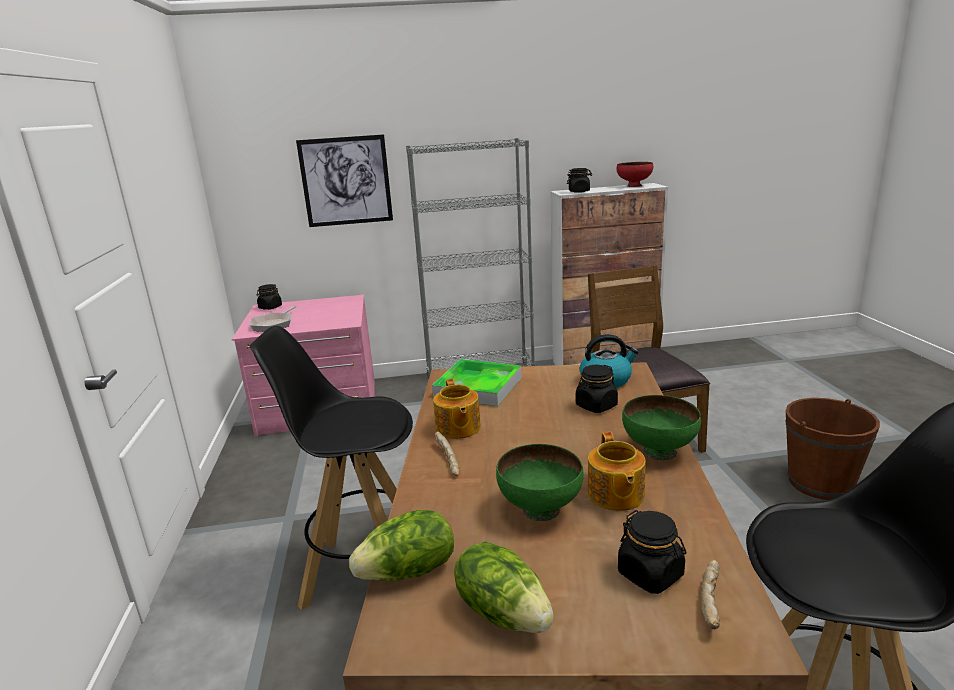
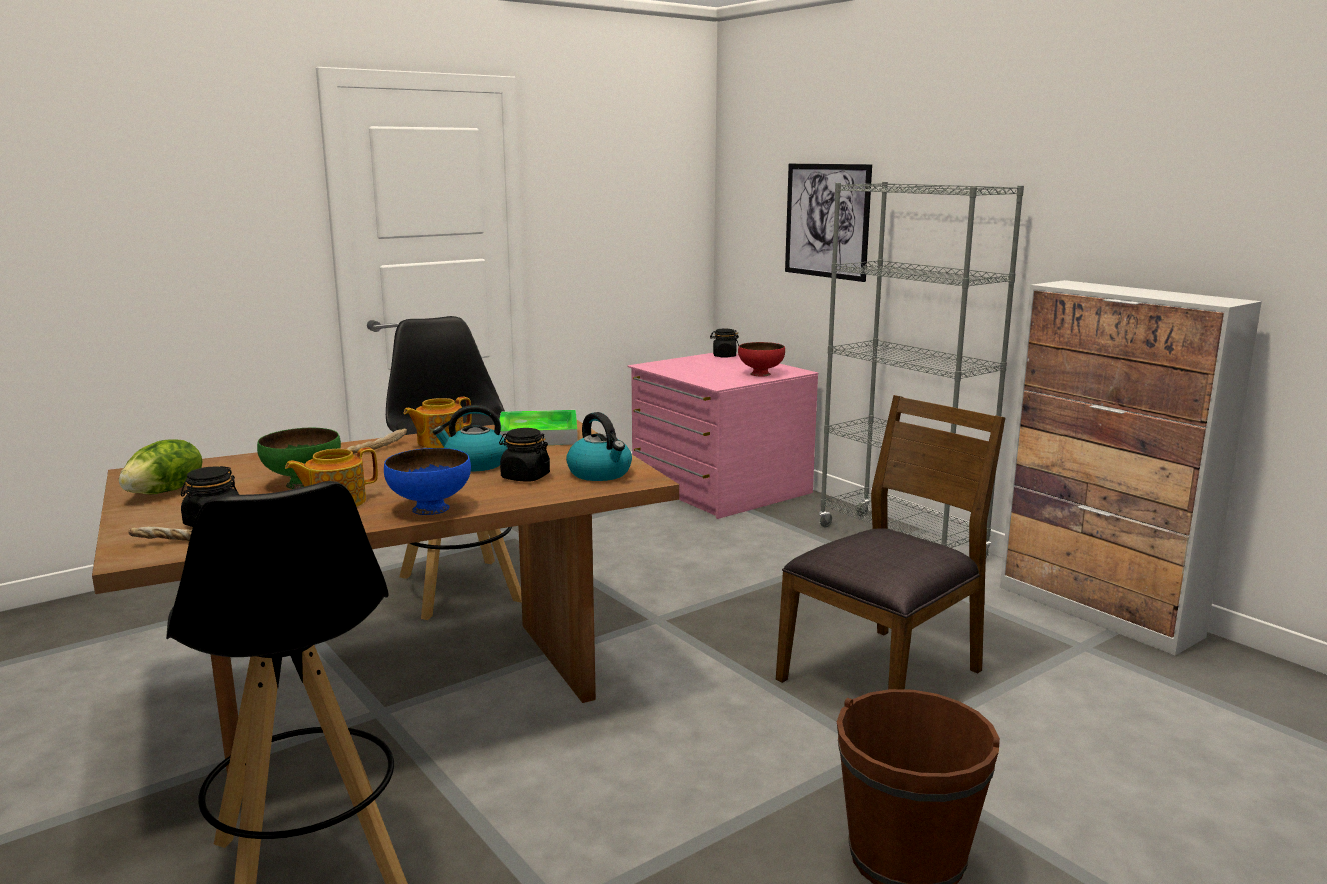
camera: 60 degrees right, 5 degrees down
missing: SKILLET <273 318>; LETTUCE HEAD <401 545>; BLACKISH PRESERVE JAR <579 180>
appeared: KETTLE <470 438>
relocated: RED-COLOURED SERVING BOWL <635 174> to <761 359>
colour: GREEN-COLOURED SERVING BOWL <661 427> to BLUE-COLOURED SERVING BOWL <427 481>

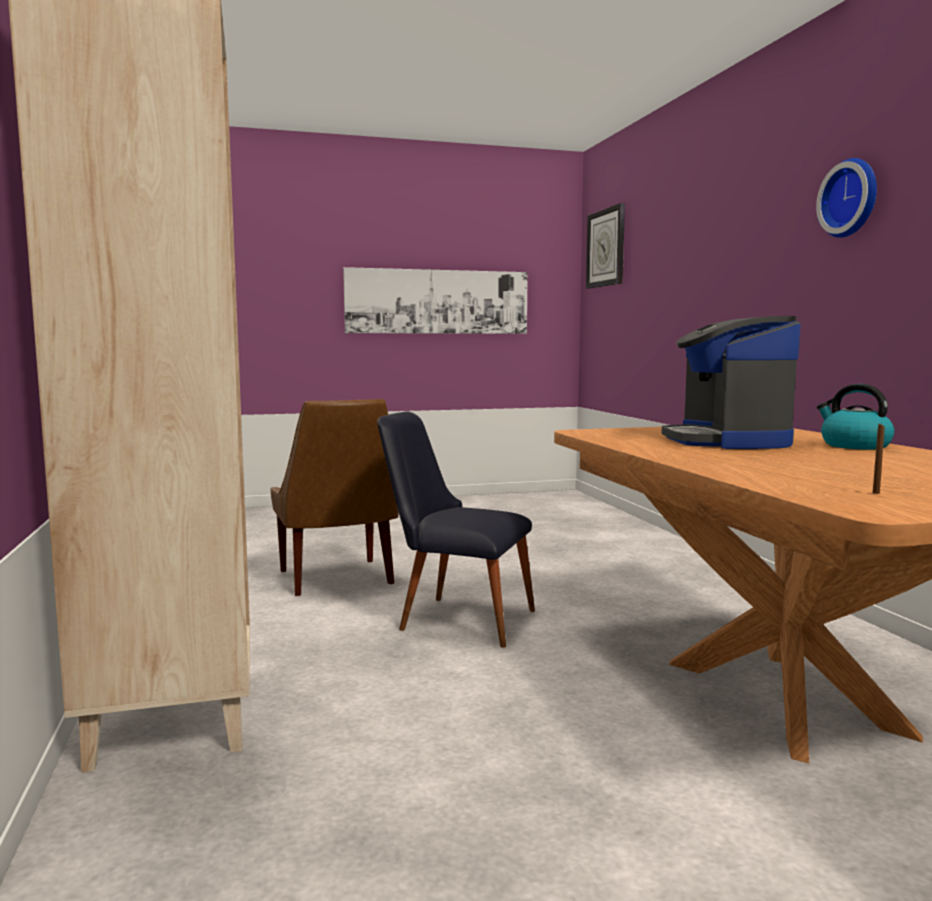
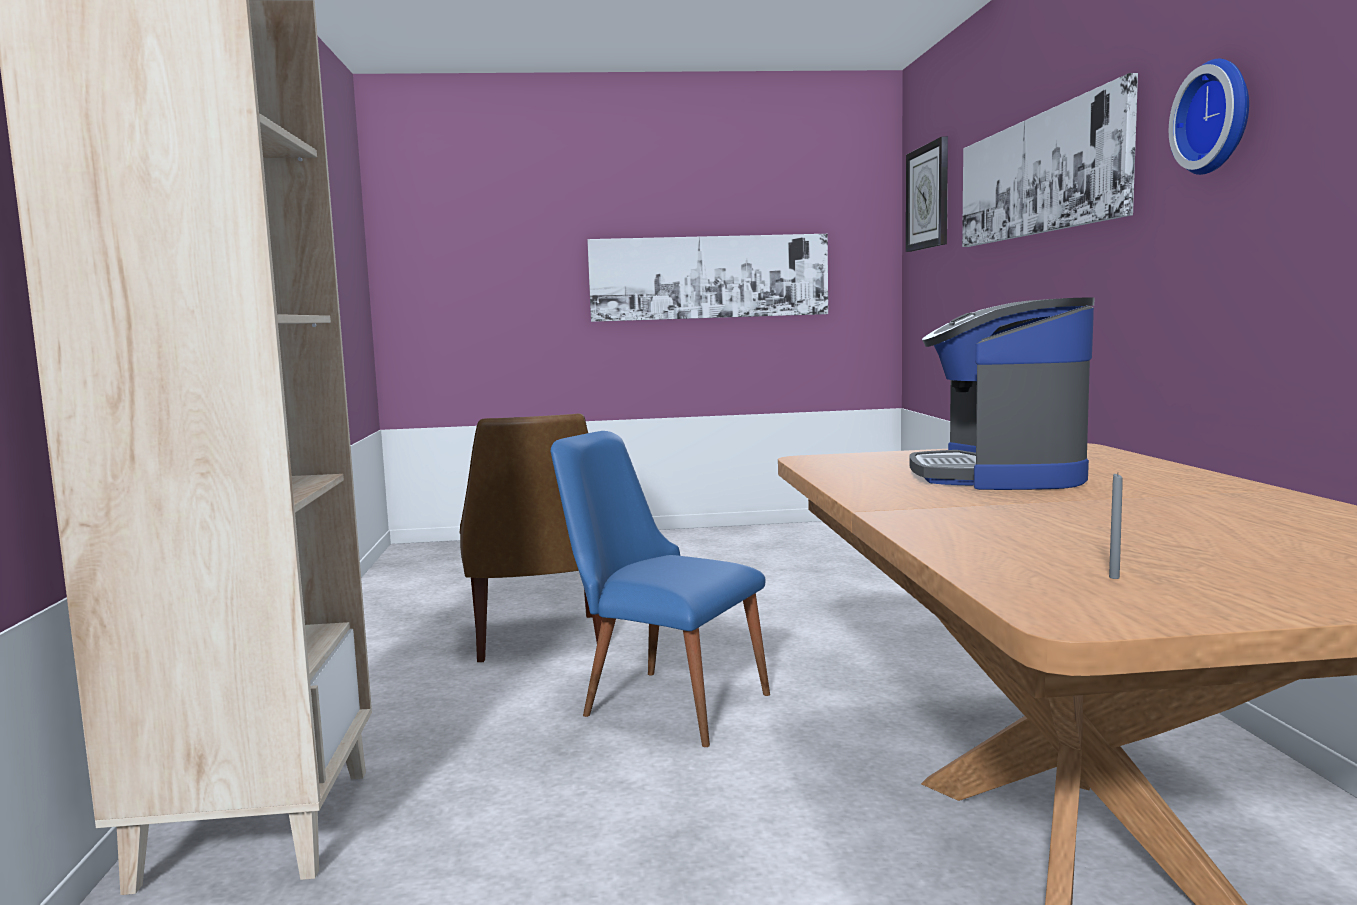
camera: 10 degrees right, 0 degrees up
missing: KETTLE <856 417>
appeared: WALL ART <1050 160>
colour: BLACKISH UPRIGHT CHAIR <456 530> to BLUE-COLOURED UPRIGHT CHAIR <660 589>; BROWNISH CANDLE <878 458> to GRAY CANDLE <1115 526>

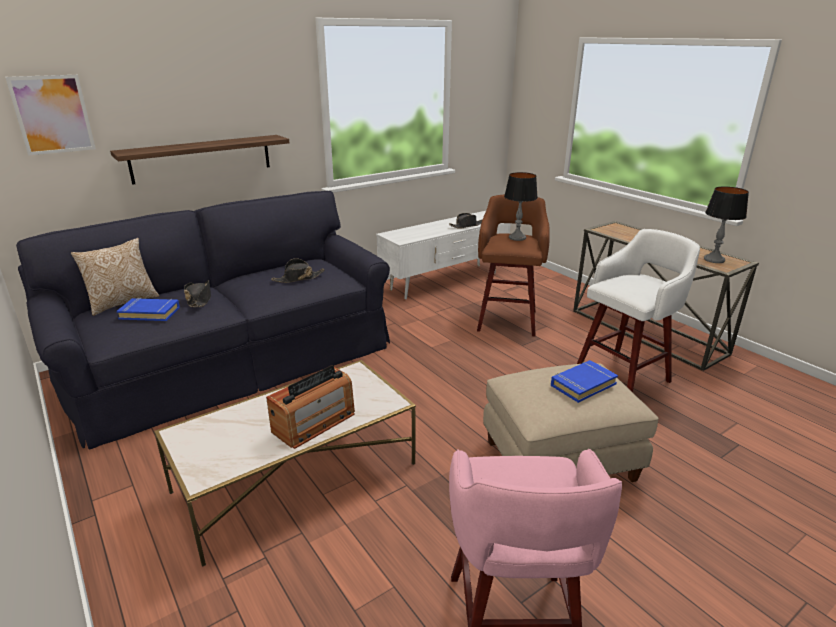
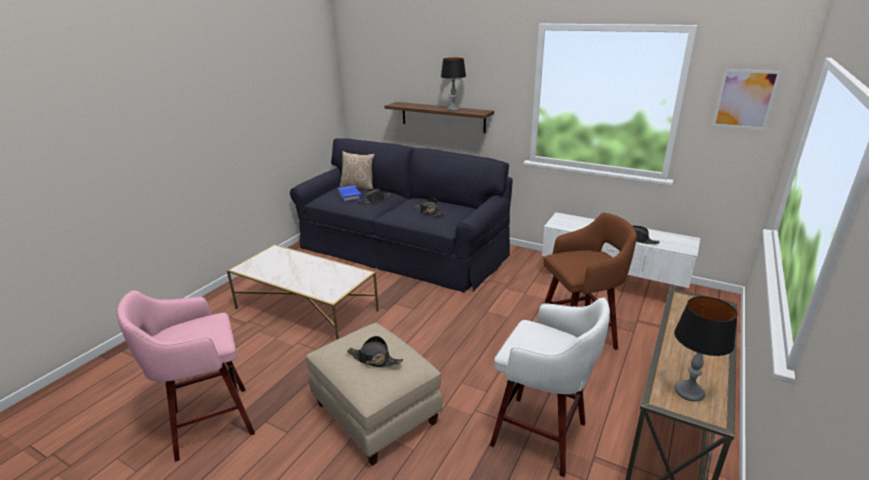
camera: 65 degrees right, 0 degrees up
missing: RADIO SET <310 407>
relocated: WALL ART <50 115> to <746 99>; TABLE LAMP <521 206> to <453 84>
exchanged: BLUE-COLOURED BOOK <584 381> to BLACKISH CLOTHING HAT <375 352>

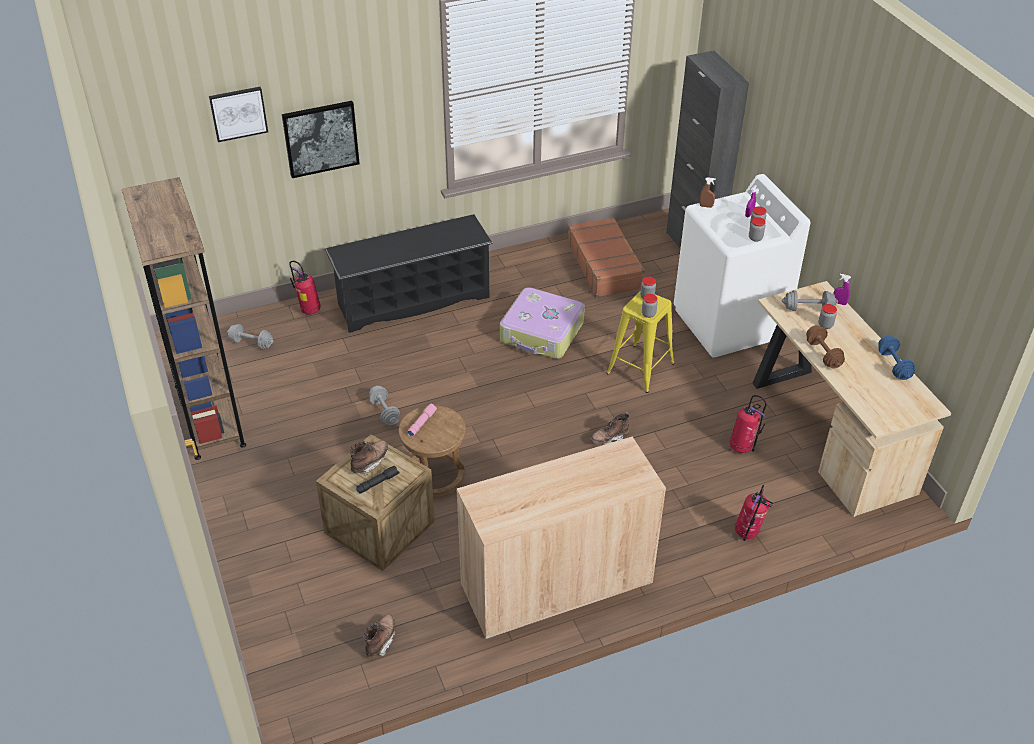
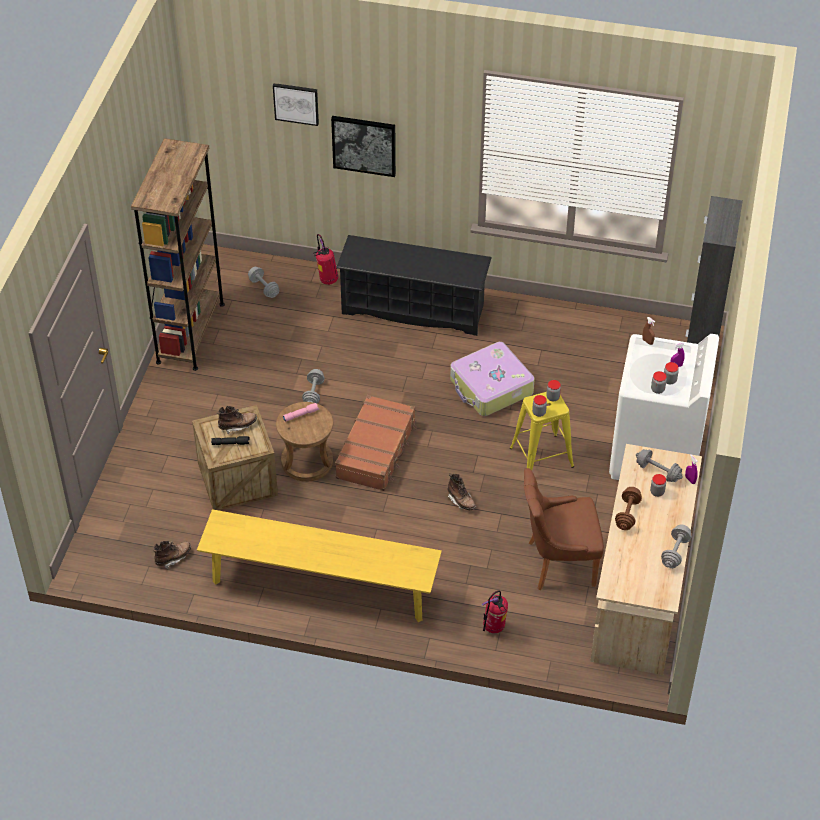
camera: 35 degrees right, 5 degrees up
relocated: BROWNISH TRAVEL CASE <606 257> to <376 443>
exchanged: BEIGE STORAGE CABINET <561 538> to YELLOW-COLOURED LONG SEAT <319 565>; EXTINGUISHER <748 424> to BROWNISH UPRIGHT CHAIR <564 529>
colour: BLUE-COLOURED HAND WEIGHT <896 358> to GRAY HAND WEIGHT <676 546>
spun: BROWNISH BOOT <610 428> = <461 491> 135 degrees counterclockwise

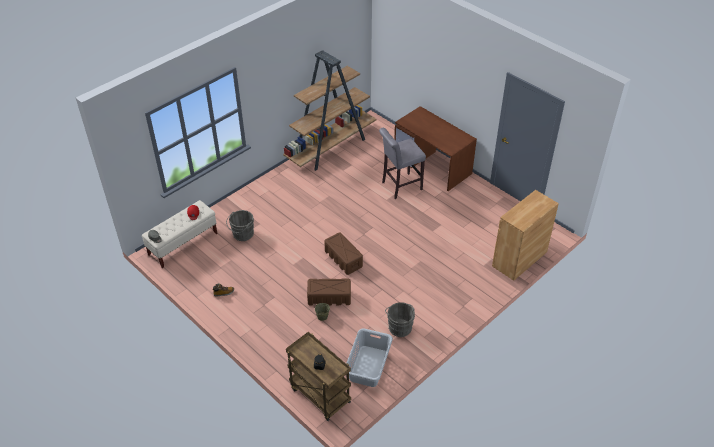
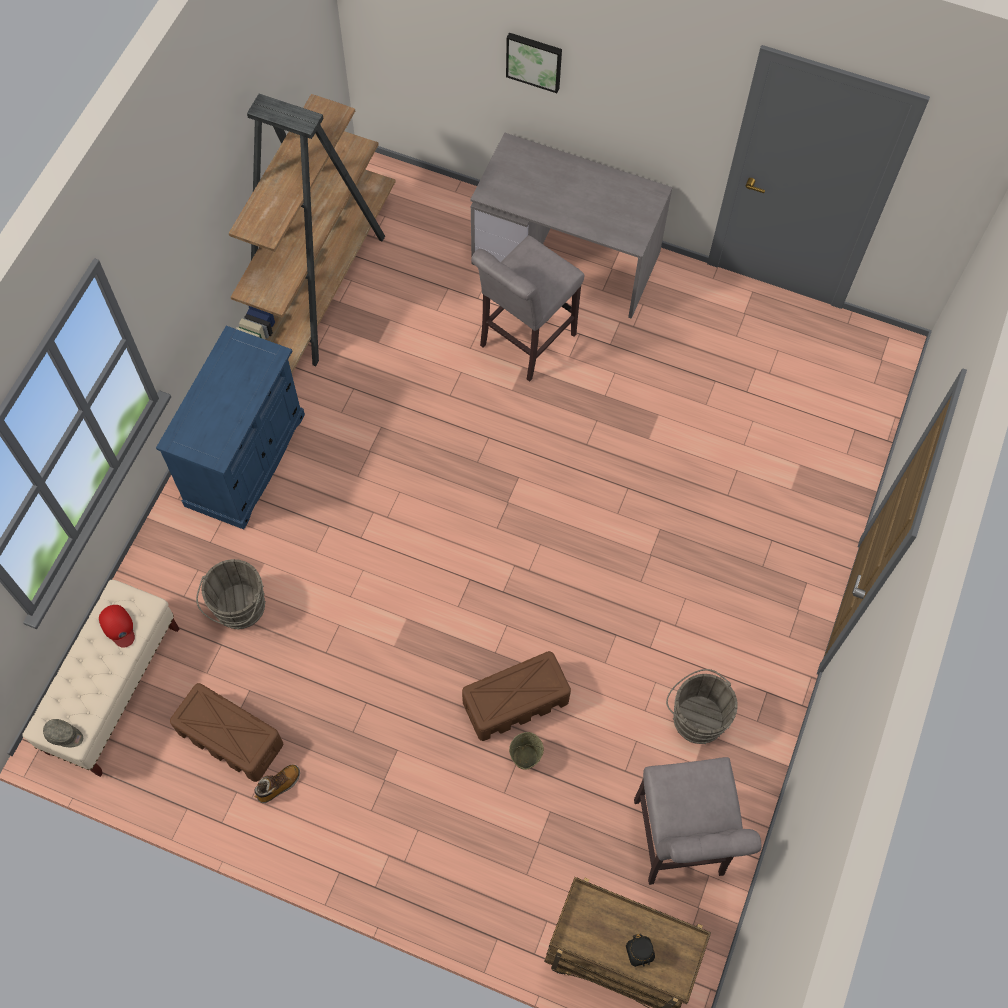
camera: 25 degrees left, 20 degrees up
missing: BROWNISH STORAGE CABINET <525 235>
appeared: BLUE-COLOURED STORAGE CABINET <230 427>; WALL ART <534 63>
relocated: BROWNISH STORAGE BOX <343 253> to <226 732>
exchanged: GRAY HAMPER <369 357> to GRAY SITTING STOOL <698 821>
colour: BROWNISH DESK UNIT <435 148> to GRAY DESK UNIT <571 225>

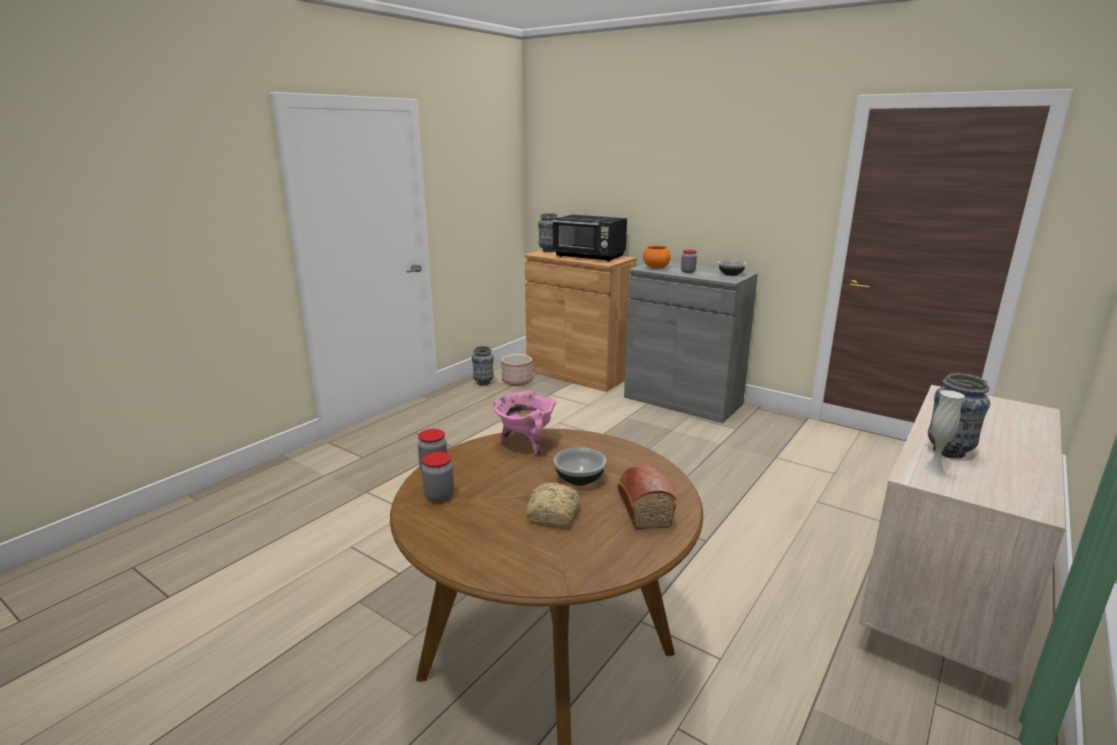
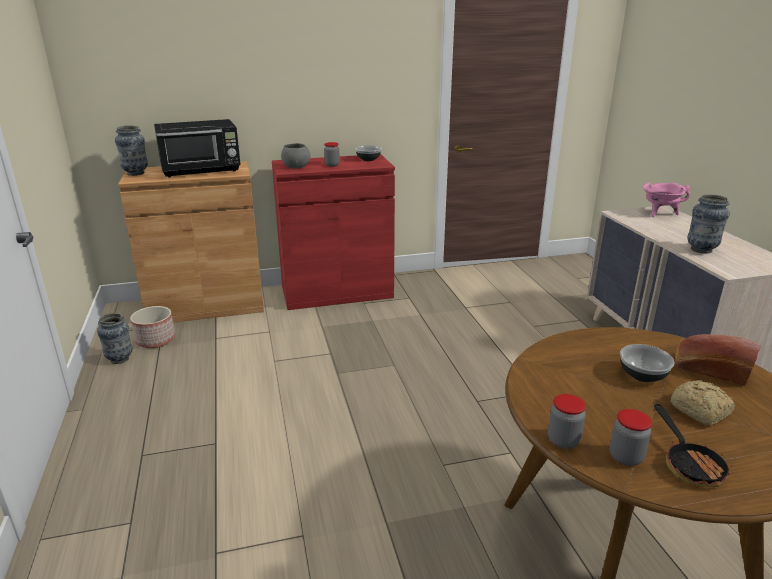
camera: 50 degrees left, 5 degrees up
missing: WHITE VASE <942 433>
appeared: SKILLET <693 445>
relocated: PINK SAUCEPOT <524 423> to <666 199>
colour: GRAY STORAGE CABINET <691 342> to RED-COLOURED STORAGE CABINET <333 232>; ORANGEY SERVING BOWL <657 257> to GRAY SERVING BOWL <295 156>

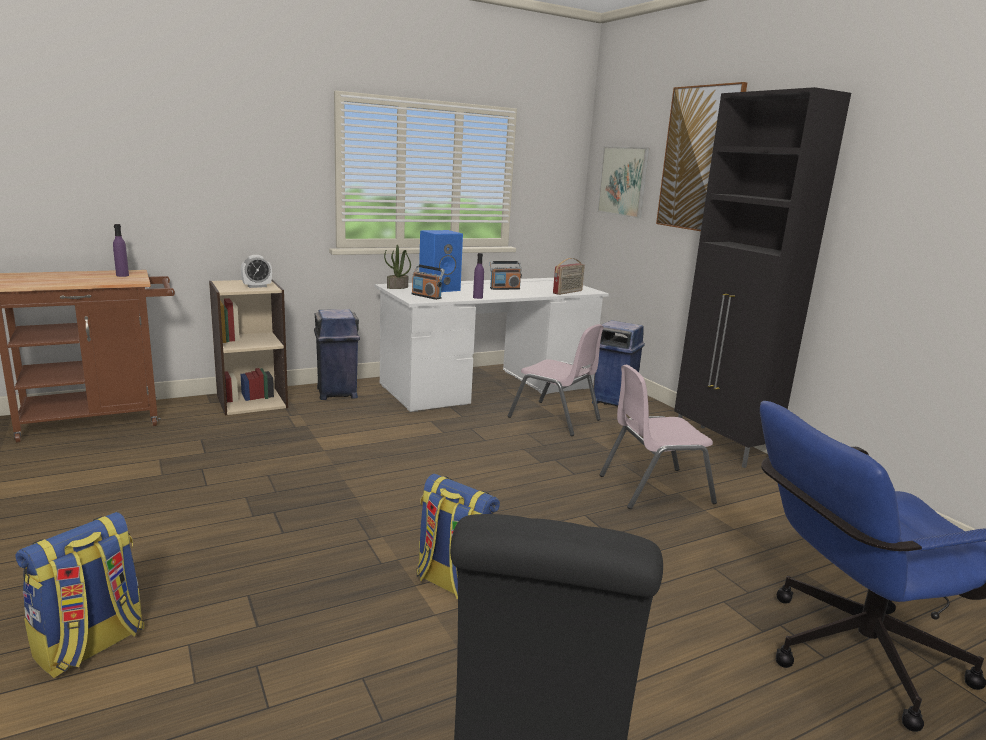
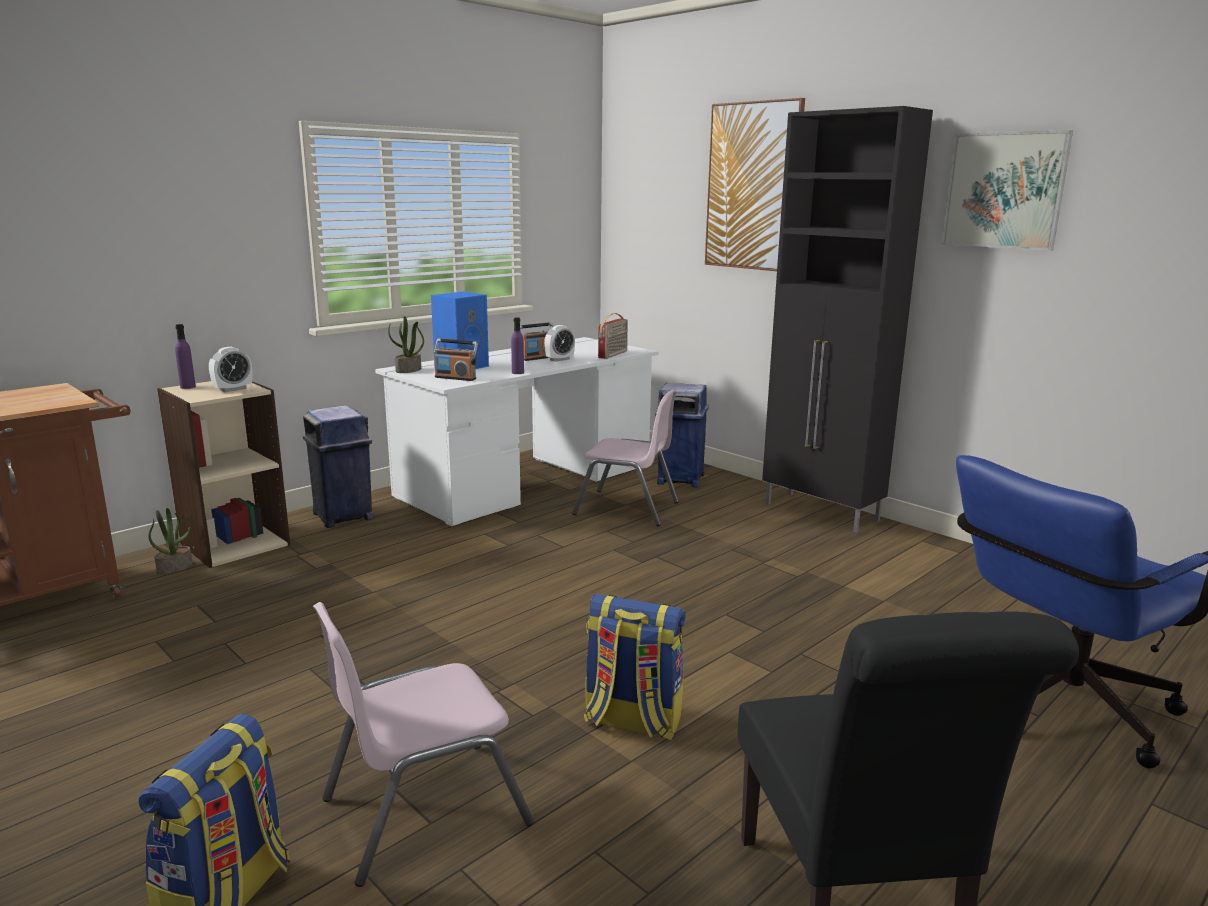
camera: 15 degrees left, 0 degrees up
appeared: HOUSEPLANT <170 541>; ALARM CLOCK <559 343>
relocated: PURPLE BEVERAGE BOTTLE <121 250> to <185 356>; WALL ART <623 182> to <1007 190>; PINK UPRIGHT CHAIR <658 437> to <423 744>

